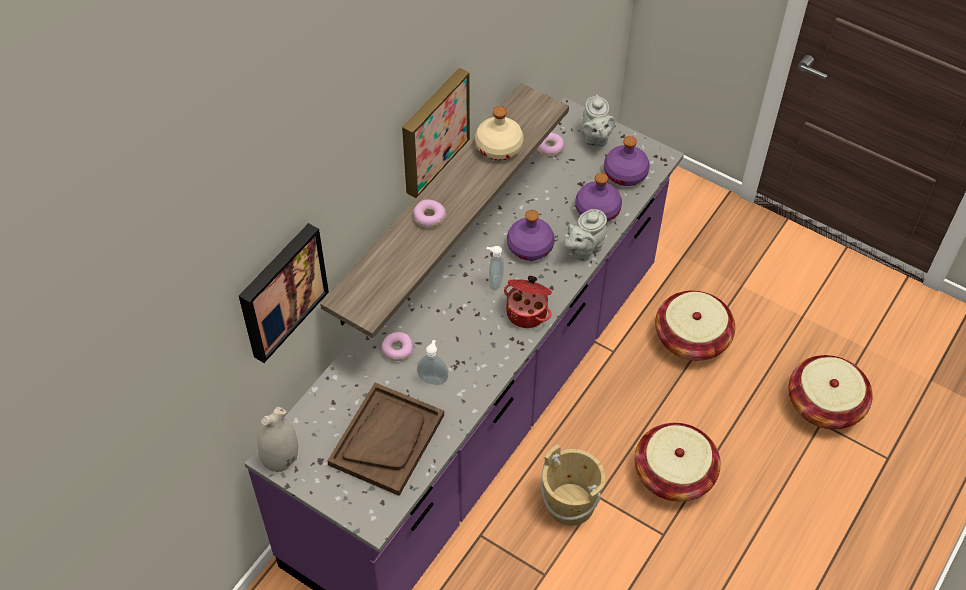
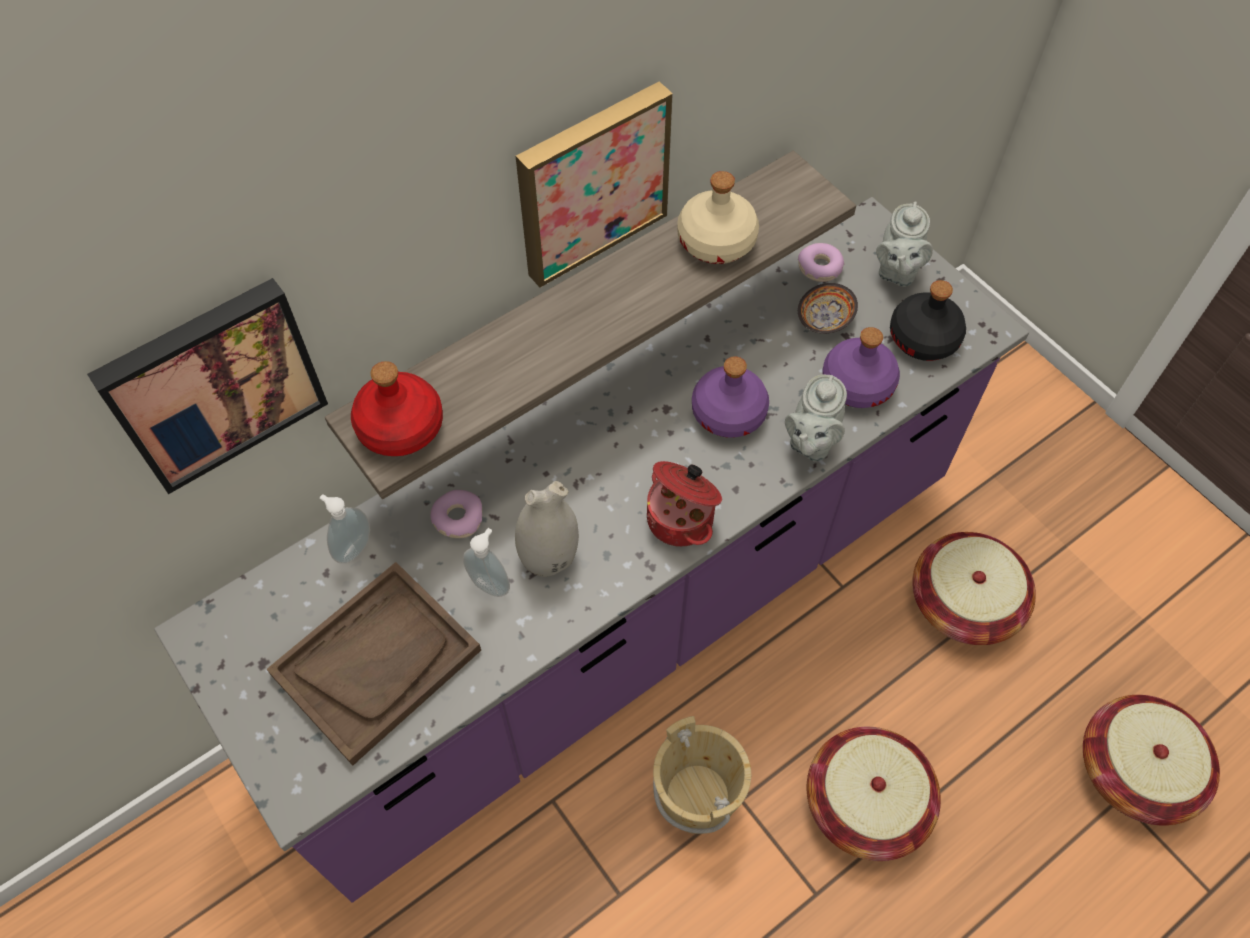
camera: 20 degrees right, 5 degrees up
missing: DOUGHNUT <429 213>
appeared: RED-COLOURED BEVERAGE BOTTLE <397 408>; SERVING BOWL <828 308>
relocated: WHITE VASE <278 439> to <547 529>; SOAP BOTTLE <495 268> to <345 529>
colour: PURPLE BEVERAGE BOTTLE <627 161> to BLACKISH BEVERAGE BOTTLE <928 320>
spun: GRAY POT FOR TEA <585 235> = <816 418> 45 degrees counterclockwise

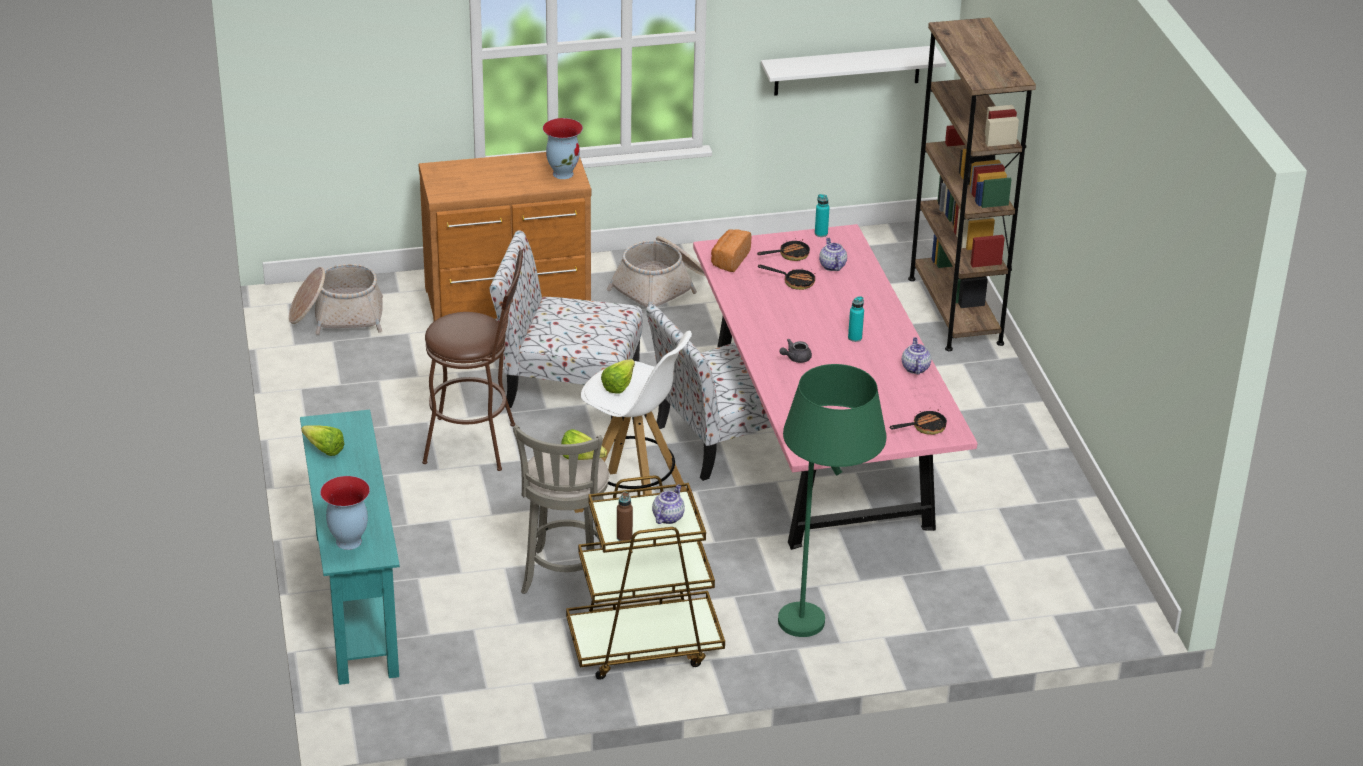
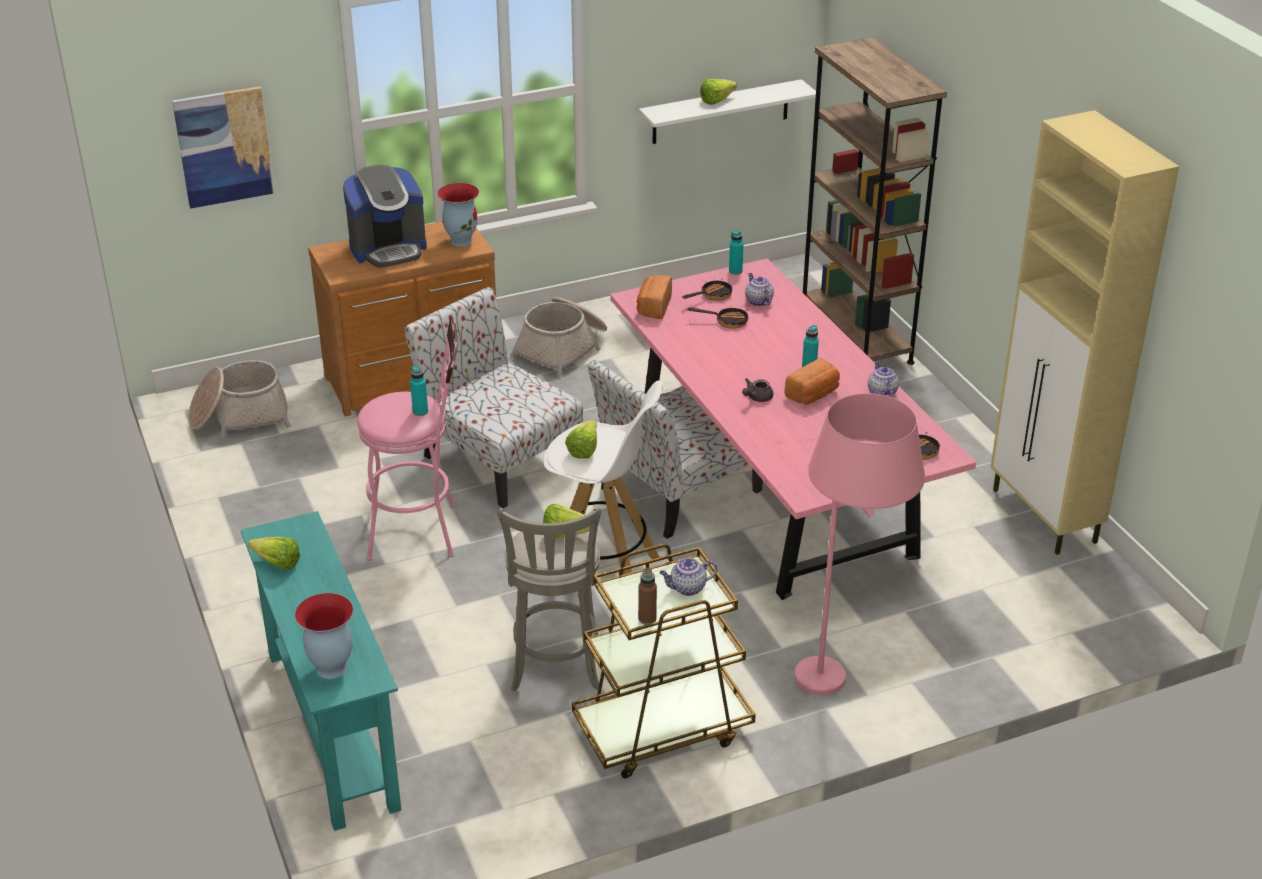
camera: 10 degrees left, 0 degrees up
appeared: WALL ART <223 147>; COFFEE MAKER <385 216>; TURQUOISE-COLOURED BEVERAGE BOTTLE <419 390>; LETTUCE HEAD <718 92>; BAKERY BREAD <812 381>; BEIGE STORAGE CABINET <1085 332>
colour: BROWNISH SITTING STOOL <472 360> to PINK SITTING STOOL <407 439>; GREEN-COLOURED STANDING LAMP <832 500> to PINK STANDING LAMP <860 544>
spun: UPRIGHT CHAIR <566 325> = <493 397> 45 degrees clockwise; POT FOR TEA <668 504> = <688 577> 120 degrees counterclockwise

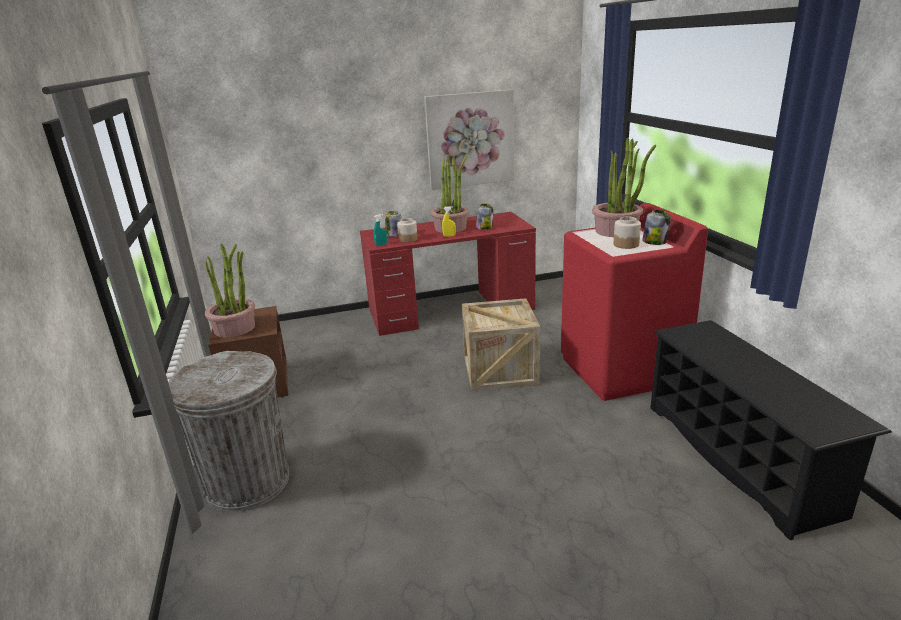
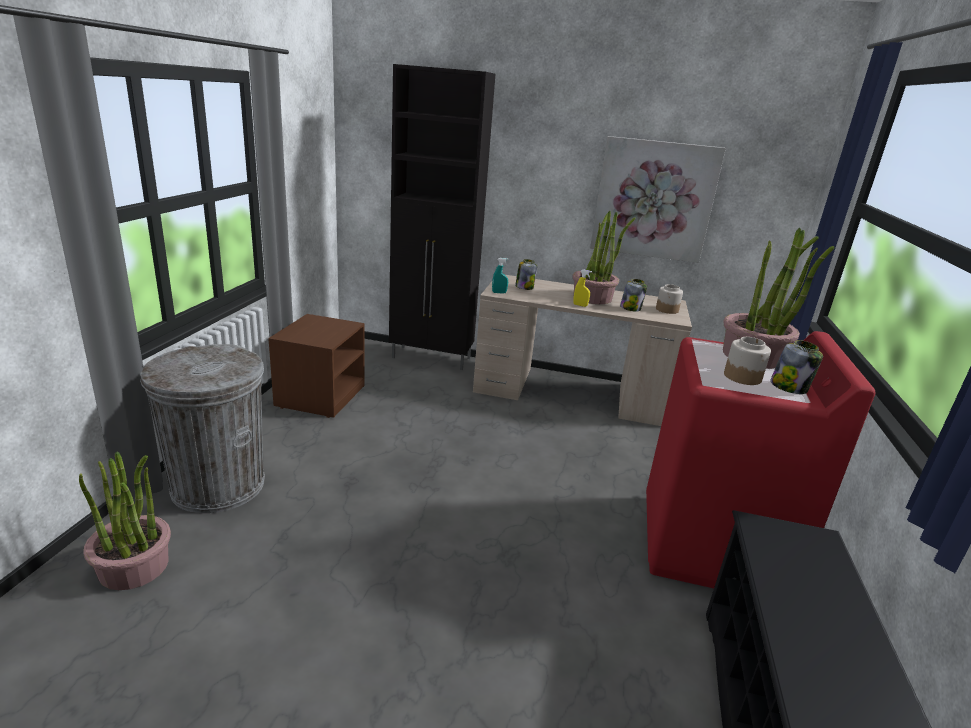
camera: 25 degrees right, 0 degrees up
missing: PACKING CRATE <501 344>
appeared: BLACKISH STORAGE CABINET <442 217>
relocated: HOUSEPLANT <230 290> to <125 520>; PRESERVE JAR <407 230> to <669 299>
colour: RED-COLOURED DESK UNIT <448 274> to BEIGE DESK UNIT <582 350>

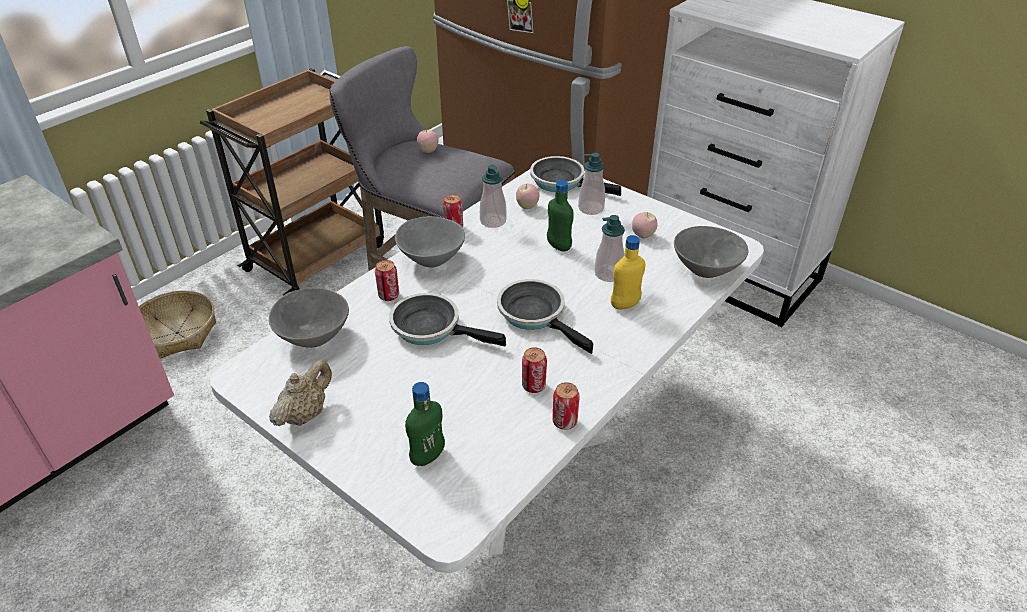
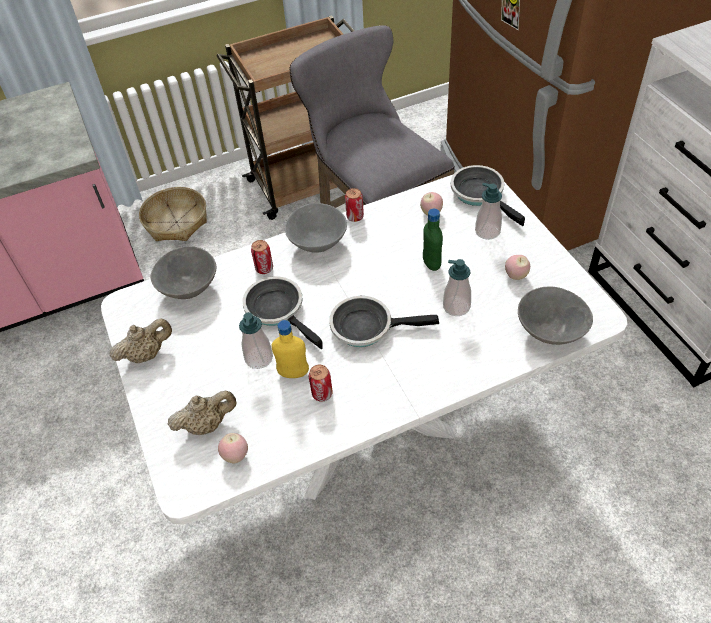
camera: 30 degrees right, 10 degrees up
missing: CAN <566 406>
relocated: WHOLE APPLE <428 140> to <233 448>; SOAP BOTTLE <493 196> to <256 340>; YELLOW-COLOURED BEVERAGE BOTTLE <628 272> to <290 349>
exchanged: GREEN-COLOURED BEVERAGE BOTTLE <425 424> to BEIGE POT FOR TEA <202 413>
spun: SKILLET <545 316> = <384 321> 75 degrees counterclockwise

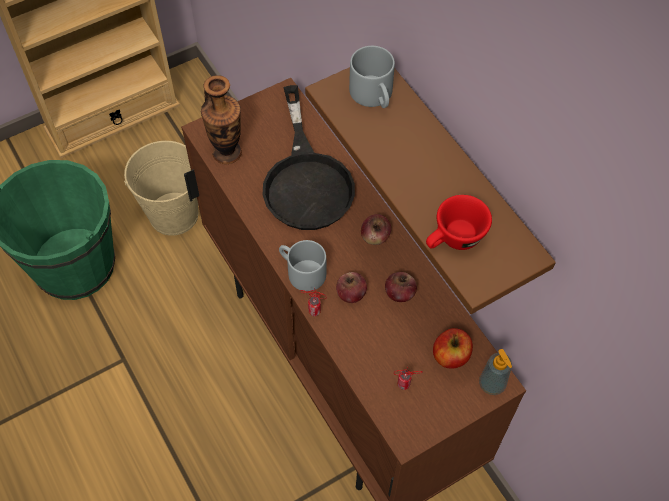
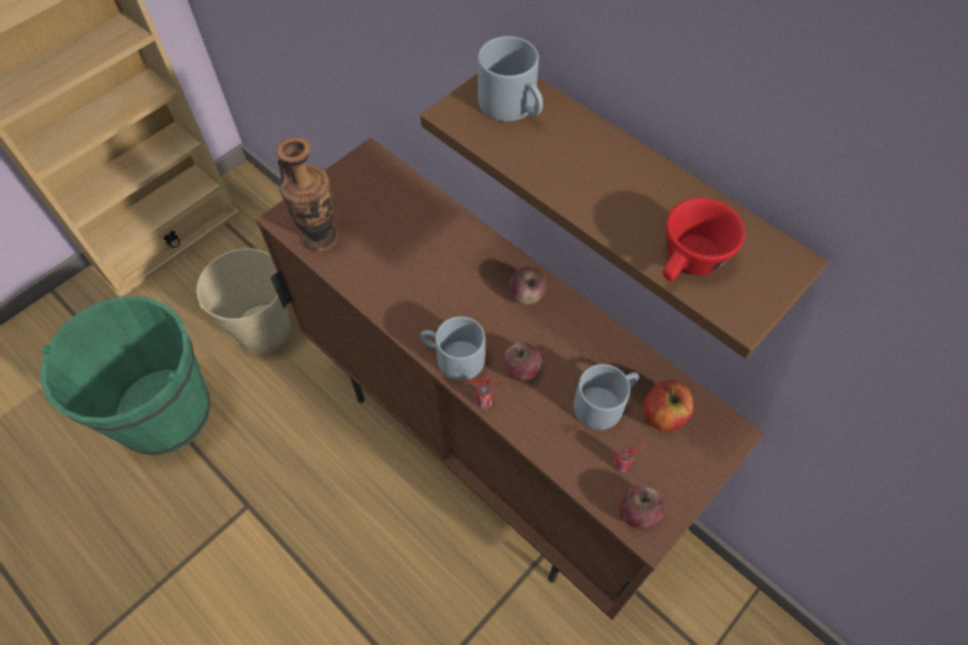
camera: 15 degrees left, 0 degrees up
missing: BLACKISH SKILLET <309 157>; SOAP BOTTLE <495 372>
appeared: GRAY COFFEE MUG <606 397>
relocated: WHOLE APPLE <401 287> to <641 507>

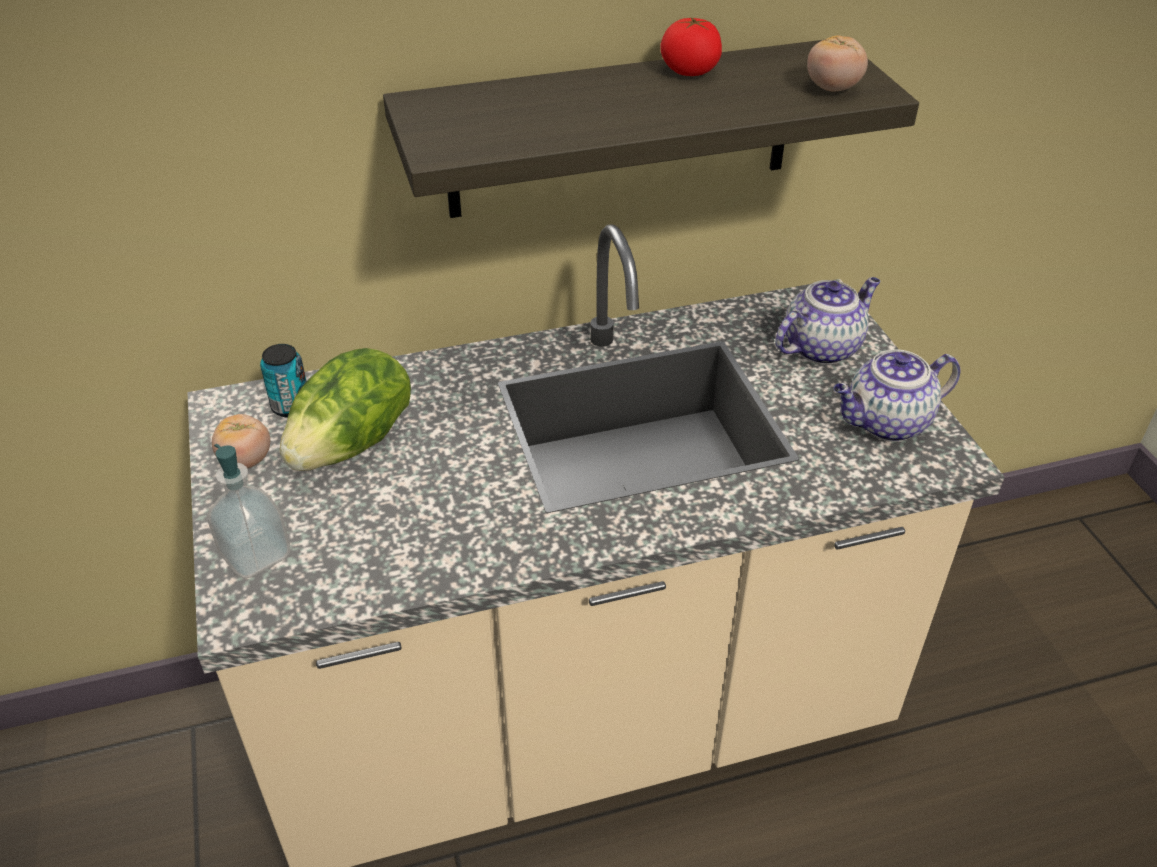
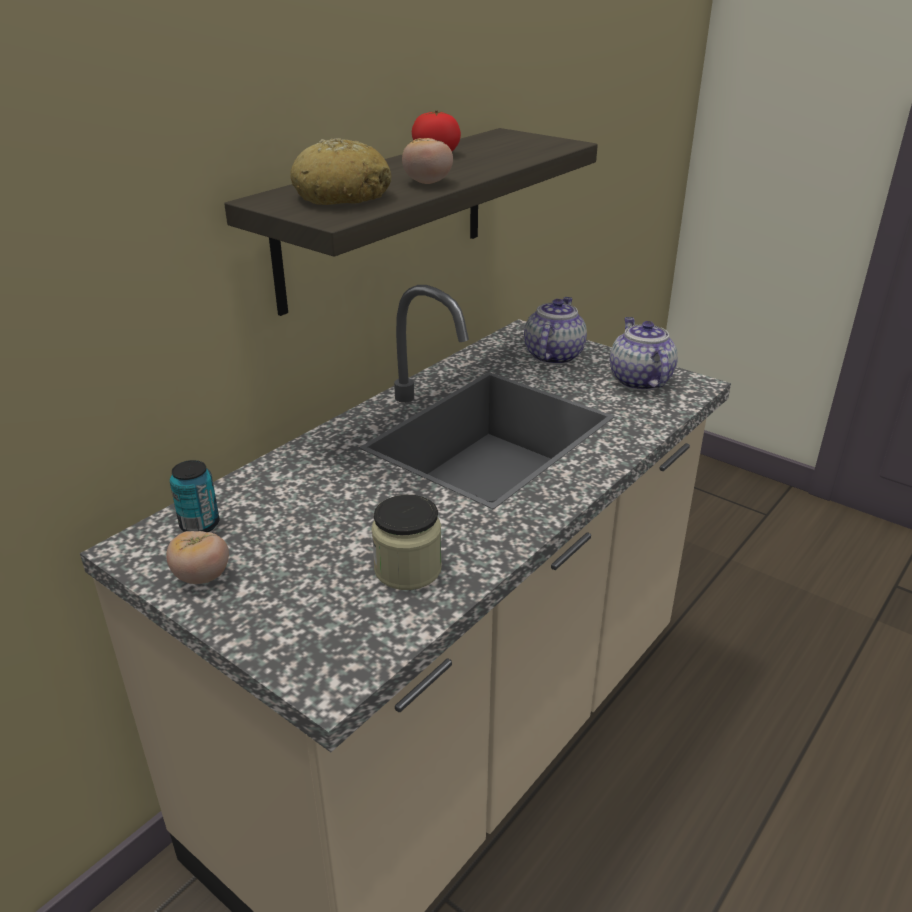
camera: 35 degrees left, 10 degrees down
missing: SOAP BOTTLE <249 511>; LETTUCE HEAD <345 409>
appeared: BAKERY BREAD <340 171>; PRESERVE JAR <406 542>
relocated: WHOLE TOMATO <837 63> to <427 161>
spun: POT FOR TEA <897 396> = <644 354> 135 degrees clockwise

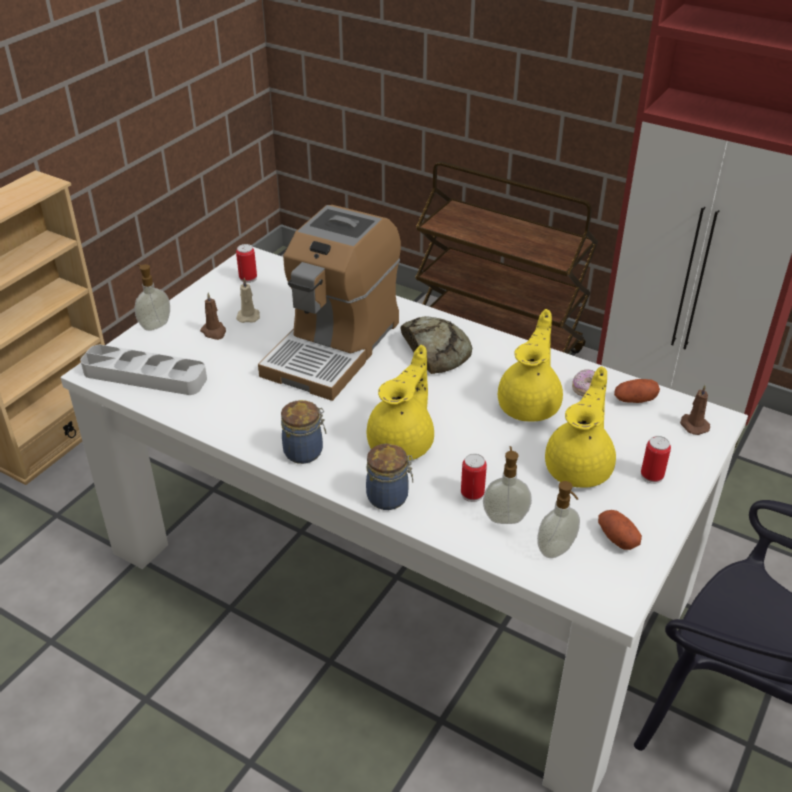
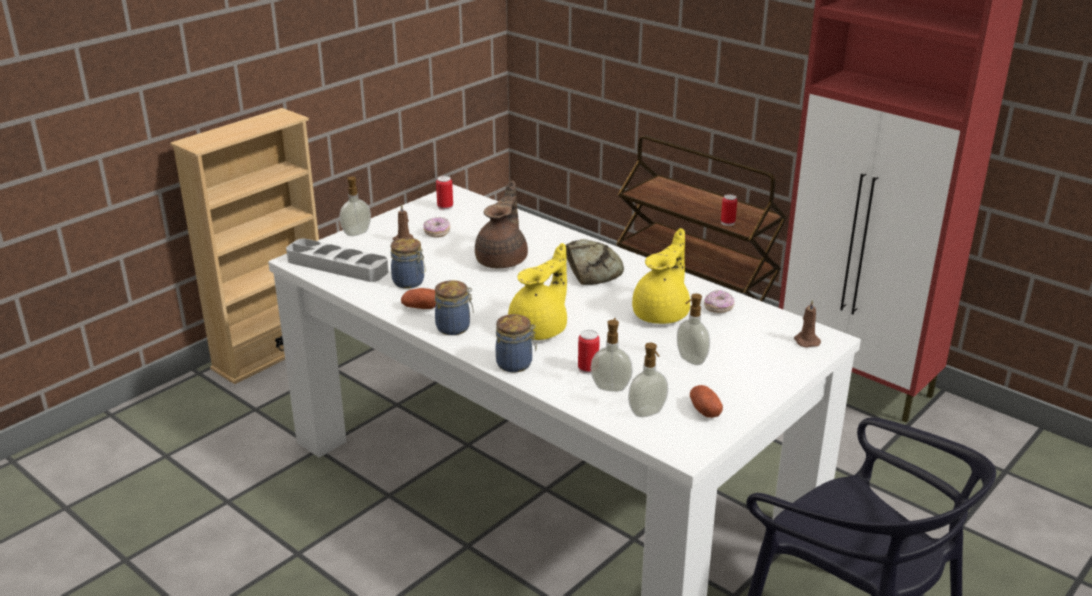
camera: 10 degrees right, 10 degrees down
appeared: PRESERVE JAR <408 263>
relocated: WHOLE POTATO <637 391> to <418 298>; CAN <656 460> to <729 210>
exchanged: BEIGE CANDLE <248 300> to DOUGHNUT <437 227>; COFFEE MAKER <329 303> to BROWNISH POT FOR TEA <501 224>; YELLOW-COLOURED POT FOR TEA <580 427> to SOAP BOTTLE <693 329>

